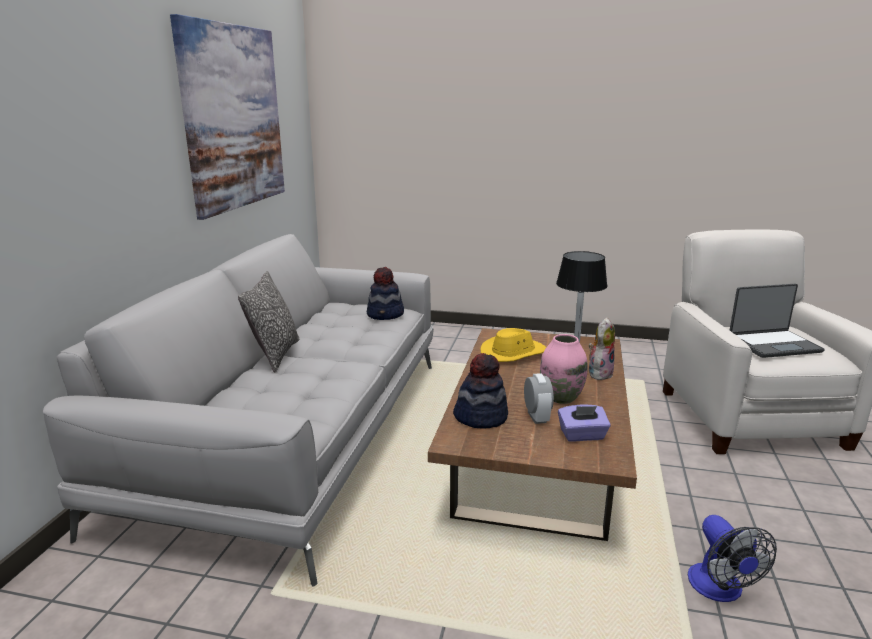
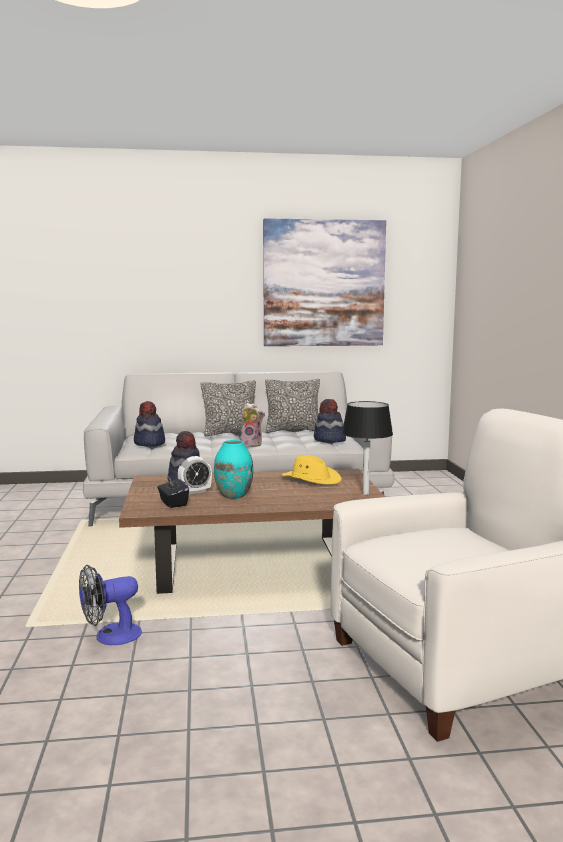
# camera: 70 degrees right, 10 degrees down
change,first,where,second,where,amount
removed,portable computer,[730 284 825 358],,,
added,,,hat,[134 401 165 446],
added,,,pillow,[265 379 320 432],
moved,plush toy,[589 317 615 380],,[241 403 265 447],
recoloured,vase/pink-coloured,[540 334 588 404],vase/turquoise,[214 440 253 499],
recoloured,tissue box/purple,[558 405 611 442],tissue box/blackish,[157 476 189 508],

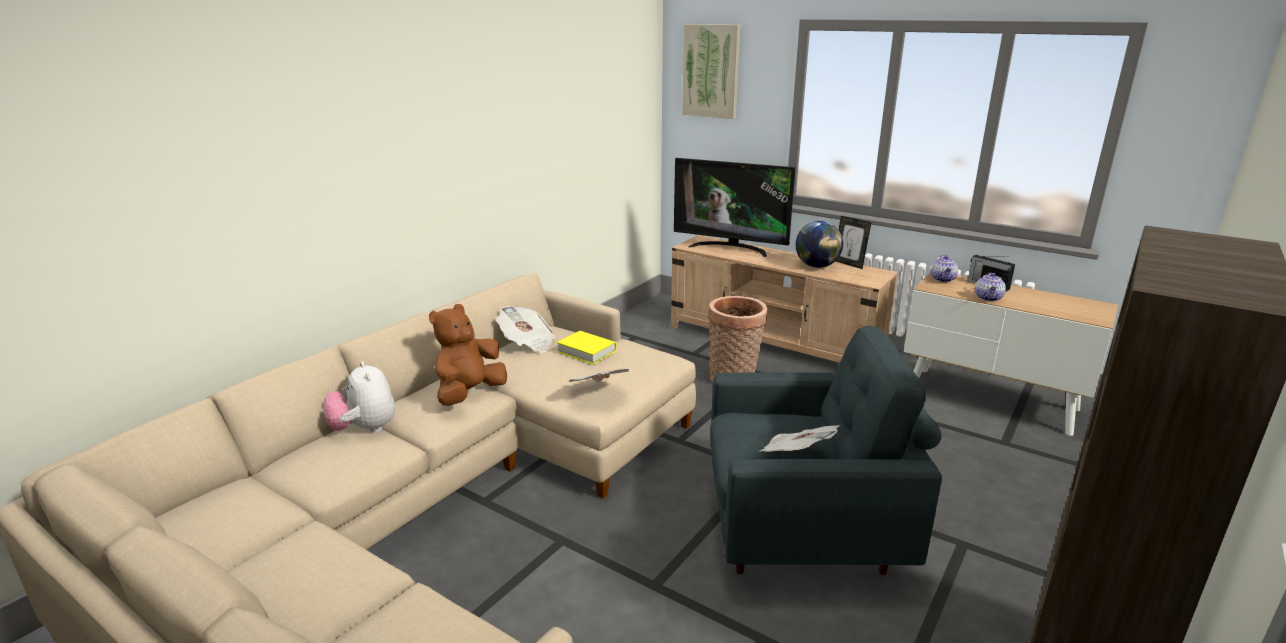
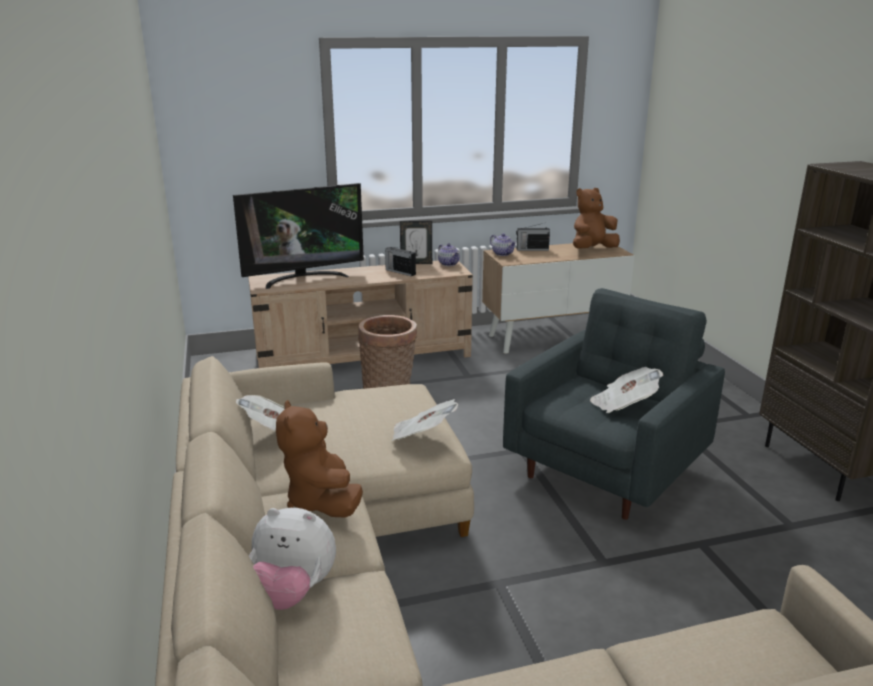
# camera: 50 degrees left, 0 degrees up
change,first,where,second,where,amount
removed,volume/yellow,[557 331 617 365],,,
removed,wall picture,[682 24 740 119],,,
added,,,plush toy/brown-coloured,[573 188 620 249],
moved,pot for tea,[975 272 1006 302],,[438 243 460 266],
replaced,world globe,[796 221 843 268],radio set,[385 246 416 276],

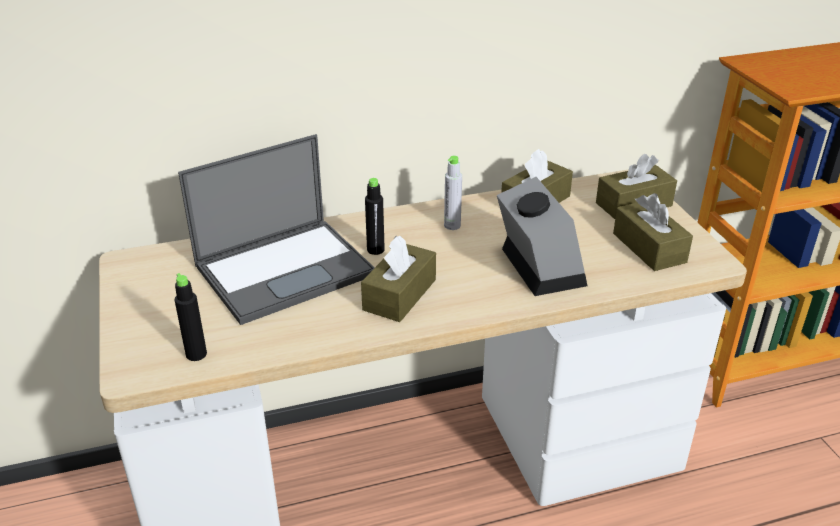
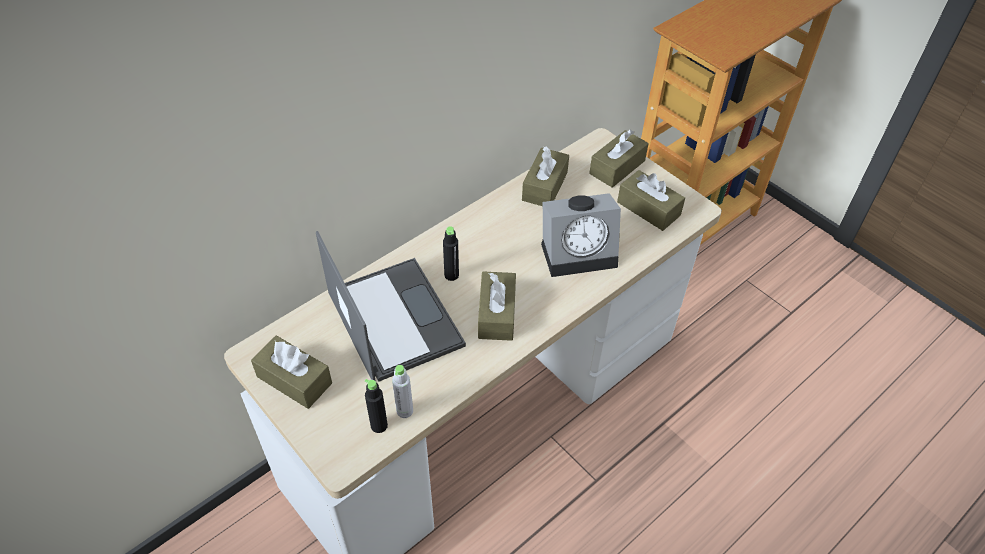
# camera: 25 degrees left, 15 degrees up
change,first,where,second,where,amount
added,,,tissue box/brown-coloured,[251 336 332 409],
moved,drink bottle/greyish,[444 156 462 230],,[392 365 413 418],
turned,portable computer,[178 134 375 325],,[316 231 466 382],60 degrees counterclockwise
turned,bedside clock,[497 177 587 296],,[541 193 621 277],120 degrees clockwise

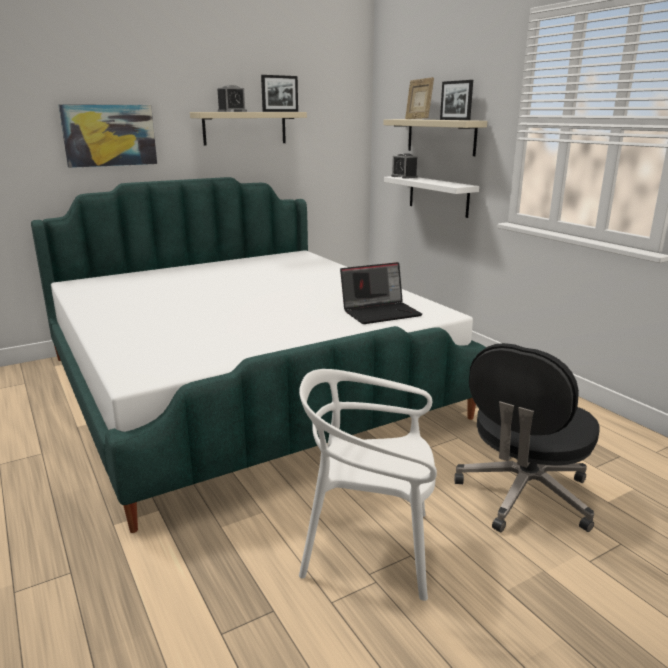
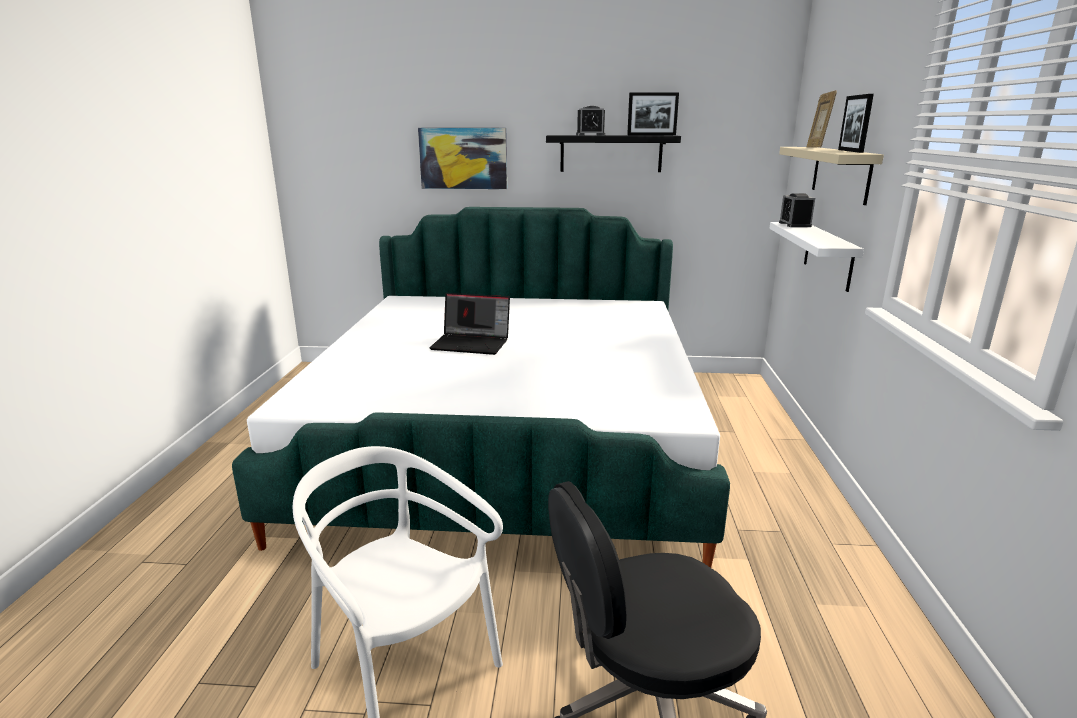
# camera: 35 degrees right, 0 degrees up
change,first,where,second,where,amount
moved,portable computer,[340 262 422 324],,[429 293 510 355],
recoloured,wall shelf/beige,[190 112 307 146],wall shelf/blackish,[546 135 681 172],

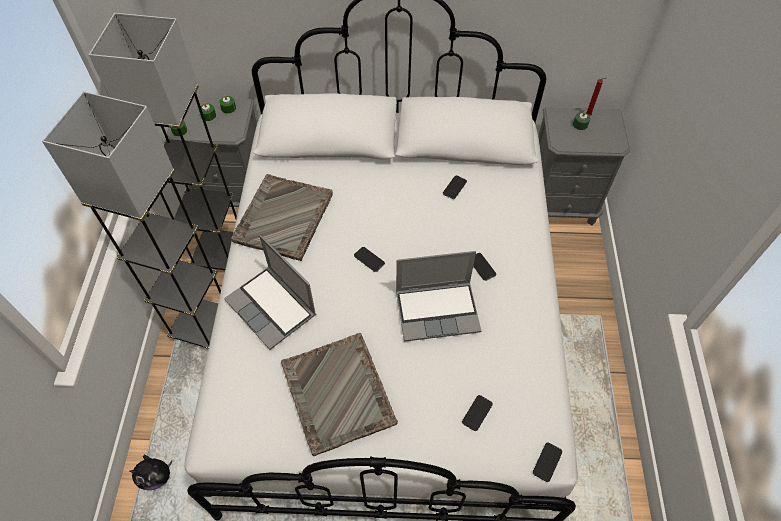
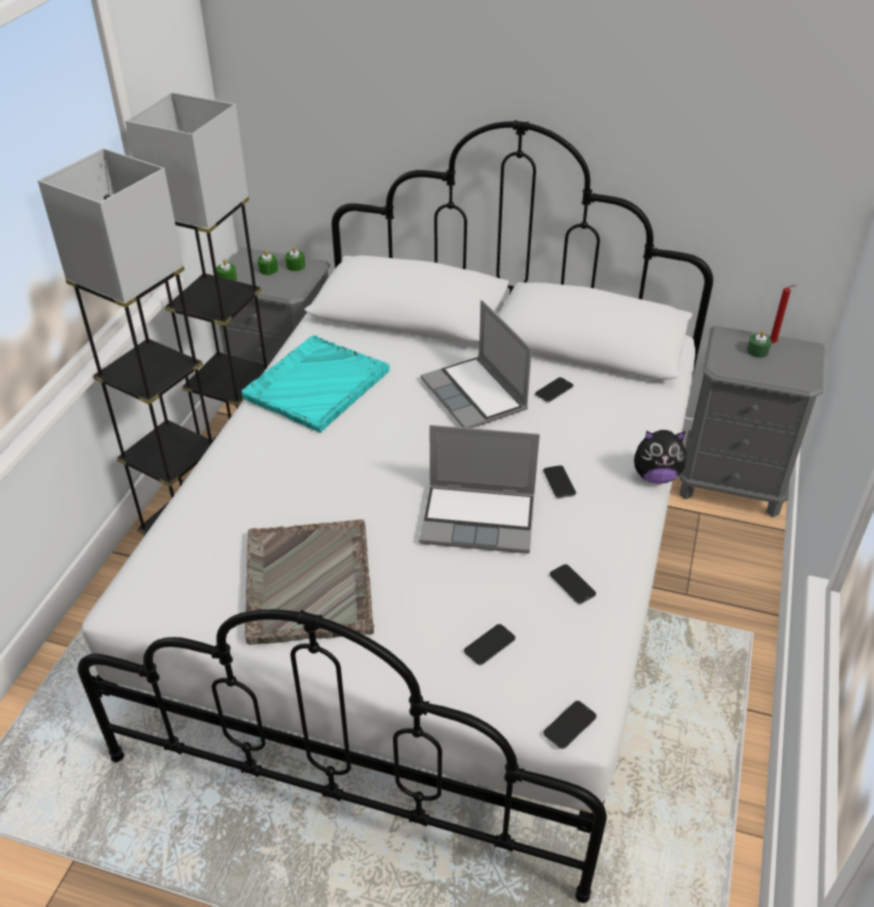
# camera: 15 degrees right, 15 degrees down
change,first,where,second,where,amount
moved,plush toy,[129 455 173 490],,[634 430 687 484],
moved,portable computer,[224 235 316 350],,[421 300 532 428],
moved,handset,[354 247 385 272],,[549 564 596 604],
recoloured,serving tray/greyish,[231 174 333 261],serving tray/turquoise,[241 335 389 433],

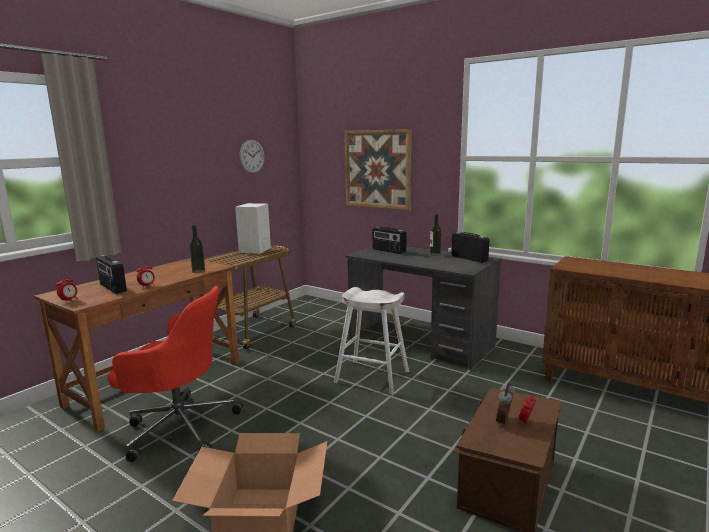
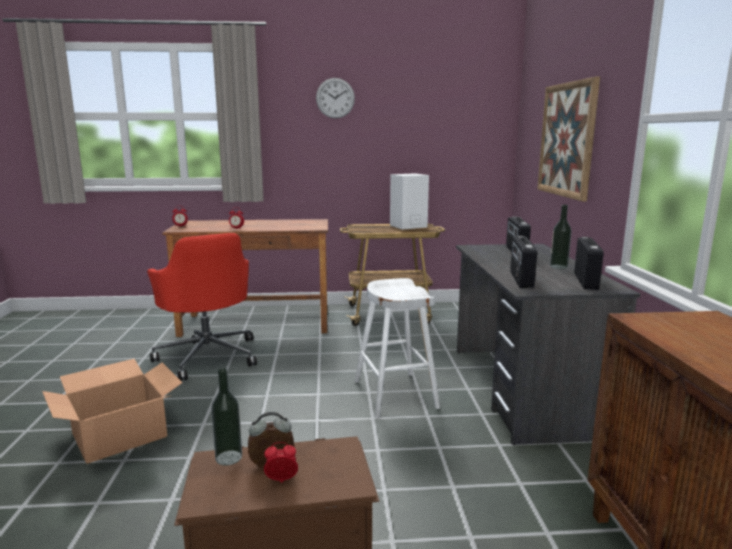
# camera: 50 degrees right, 0 degrees up
change,first,where,second,where,amount
moved,radio set,[96 255 127 294],,[510 236 537 288],
moved,drink bottle,[189 225 205 273],,[211 368 242 466],
moved,hanging clock,[240 140 265 173],,[316 78 355 119],

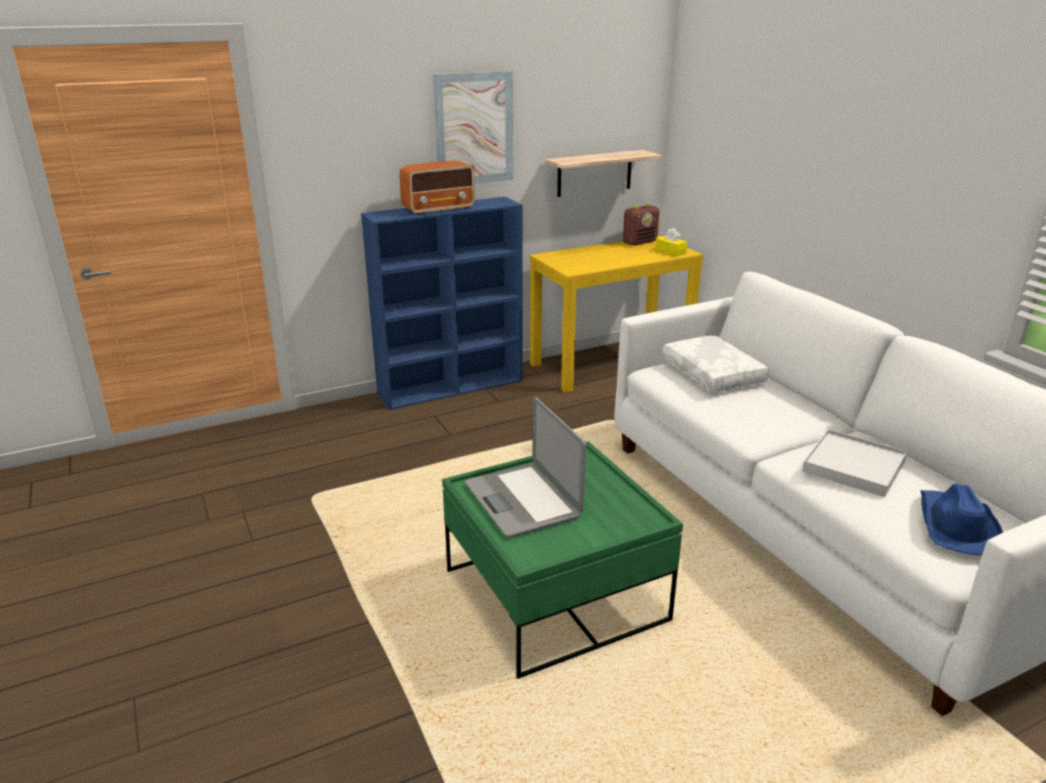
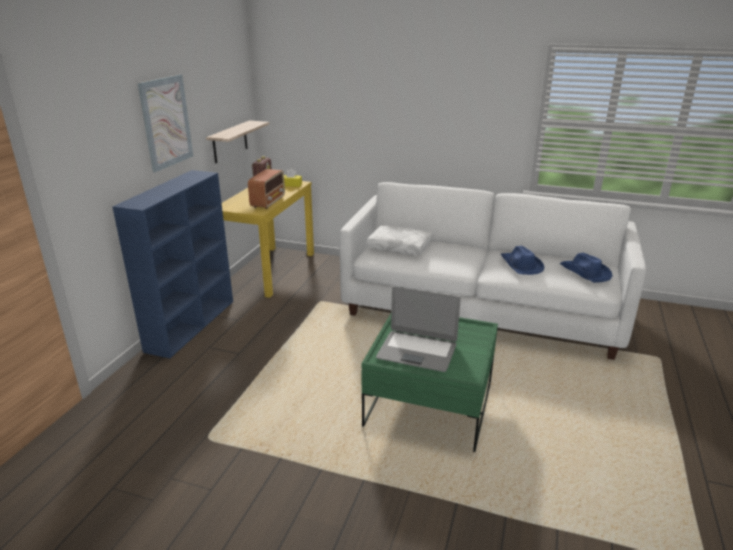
# camera: 45 degrees left, 0 degrees up
change,first,where,second,where,amount
moved,radio set,[399 161 475 215],,[248 169 285 209],
replaced,serving tray/white-coloured,[802 429 907 497],hat/blue,[501 246 545 275],

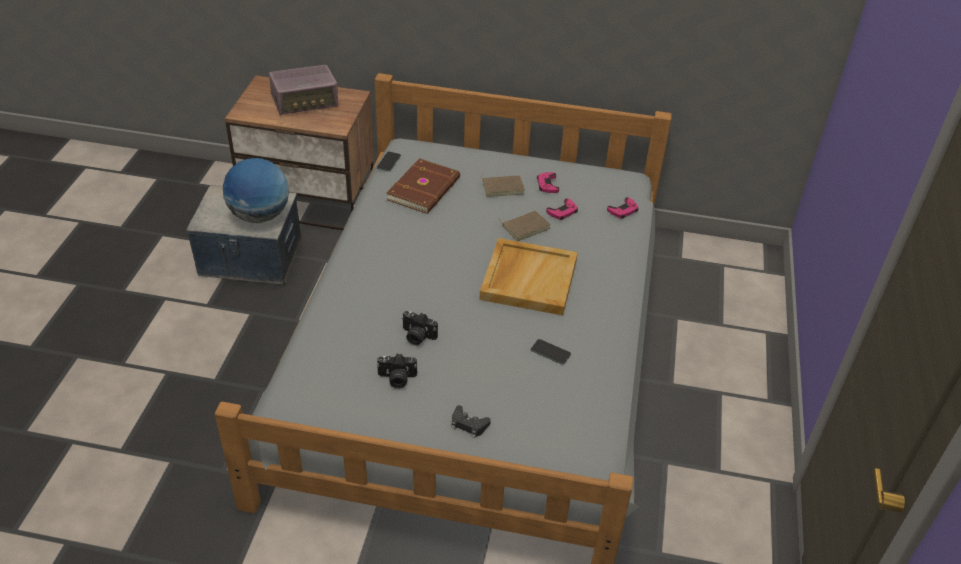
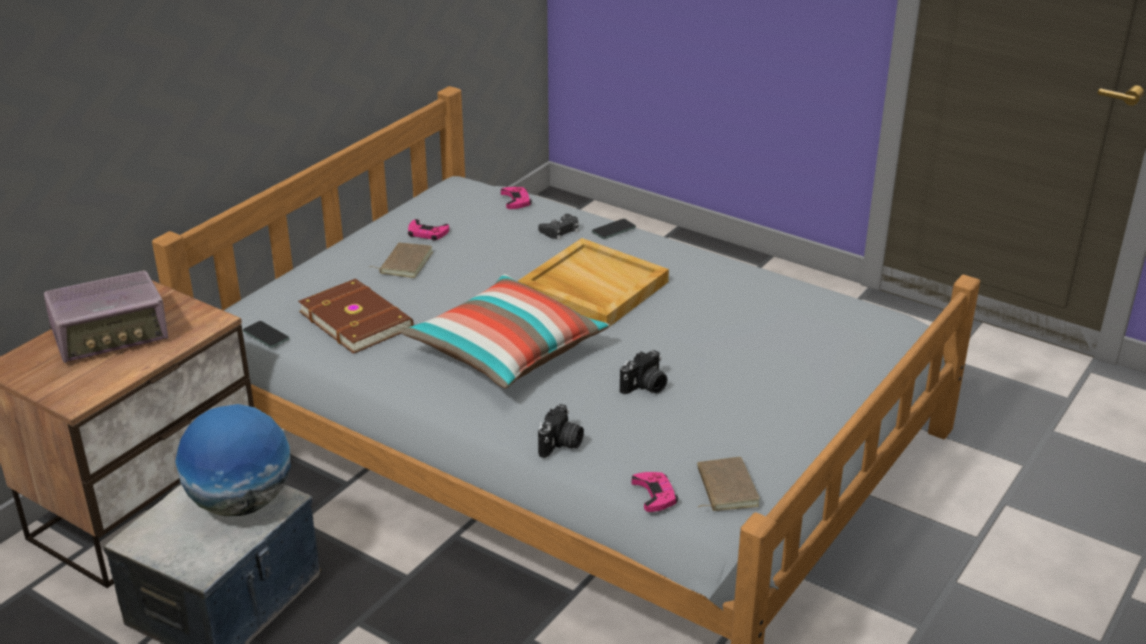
# camera: 65 degrees left, 10 degrees down
change,first,where,second,where,amount
added,,,pillow,[401 274 610 388],
moved,photo camera,[377 354 417 389],,[538 404 584 458],
moved,joypad/blackish,[452 405 491 438],,[538 214 579 240],
moved,volume/brown-coloured,[498 211 551 241],,[697 457 760 511],
moved,handset,[531 339 571 365],,[592 219 636 239],
moved,joypad/pink-coloured,[546 198 578 220],,[632 472 678 512],
turned,radio set,[269 65 338 115],,[44 271 168 363],60 degrees clockwise

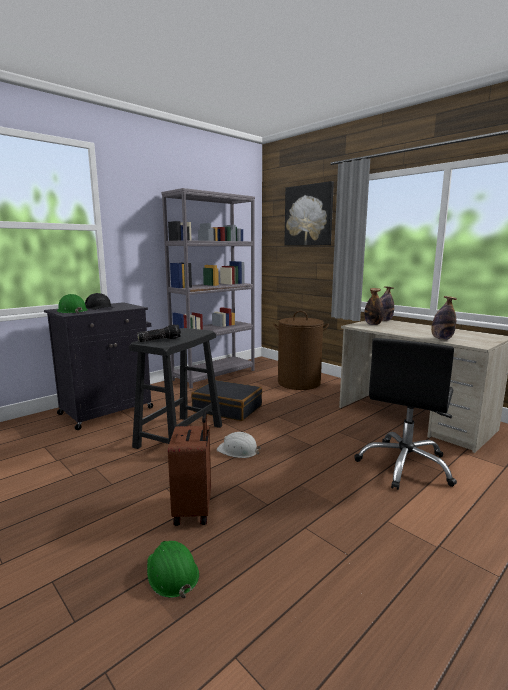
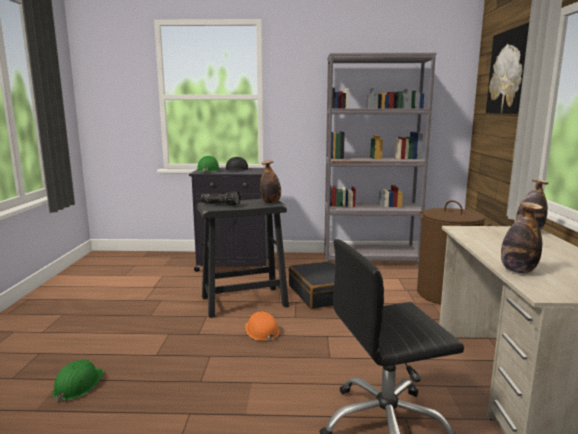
# camera: 45 degrees right, 0 degrees up
change,first,where,second,where,amount
removed,suitcase/brown-coloured,[168 410 211 526],,,
moved,drink bottle,[364 288 384 325],,[260 161 281 203],
recoloured,safety helmet/white-coloured,[217 432 261 458],safety helmet/orange-coloured,[245 311 280 342],

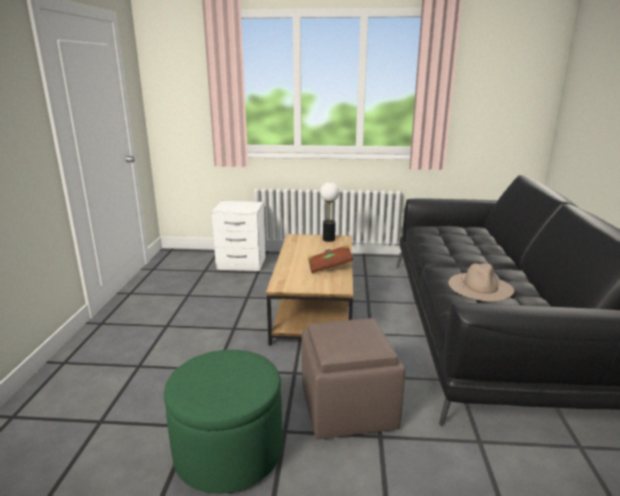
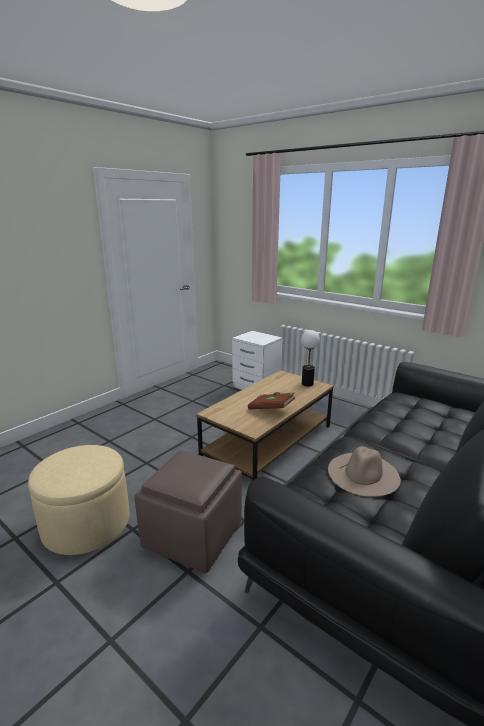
# camera: 35 degrees right, 0 degrees up
change,first,where,second,where,amount
recoloured,pouffe/green-coloured,[164 350 282 494],pouffe/beige,[28 445 130 555],

